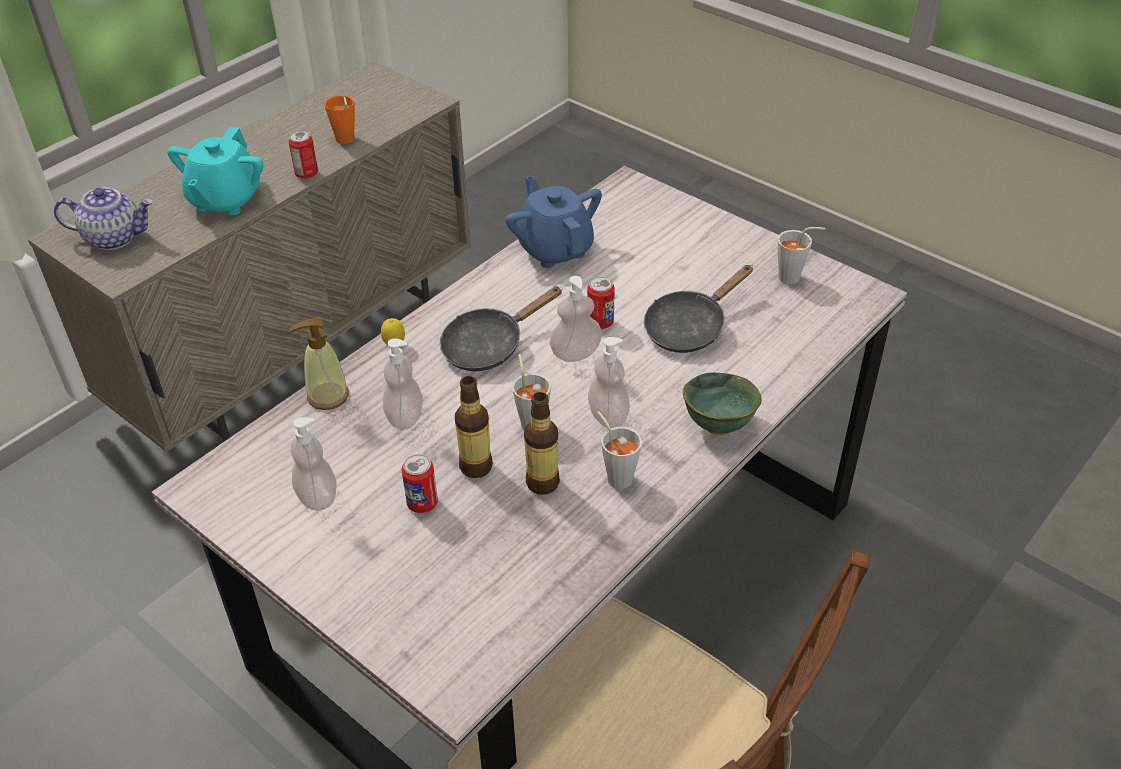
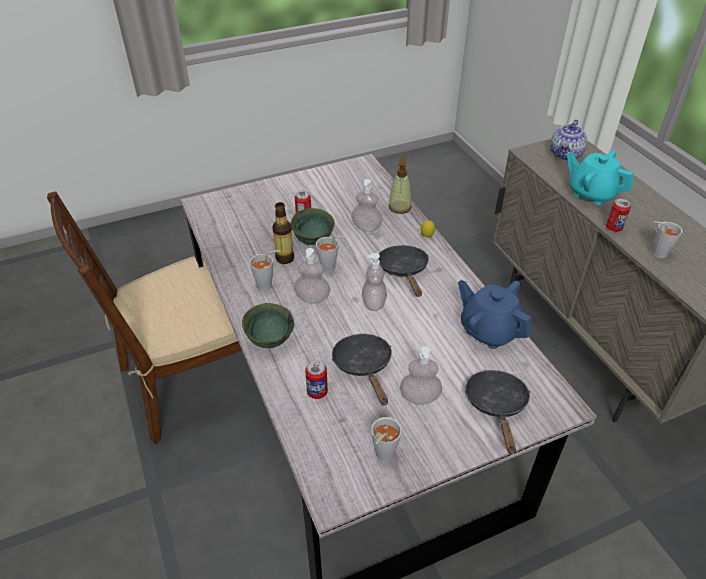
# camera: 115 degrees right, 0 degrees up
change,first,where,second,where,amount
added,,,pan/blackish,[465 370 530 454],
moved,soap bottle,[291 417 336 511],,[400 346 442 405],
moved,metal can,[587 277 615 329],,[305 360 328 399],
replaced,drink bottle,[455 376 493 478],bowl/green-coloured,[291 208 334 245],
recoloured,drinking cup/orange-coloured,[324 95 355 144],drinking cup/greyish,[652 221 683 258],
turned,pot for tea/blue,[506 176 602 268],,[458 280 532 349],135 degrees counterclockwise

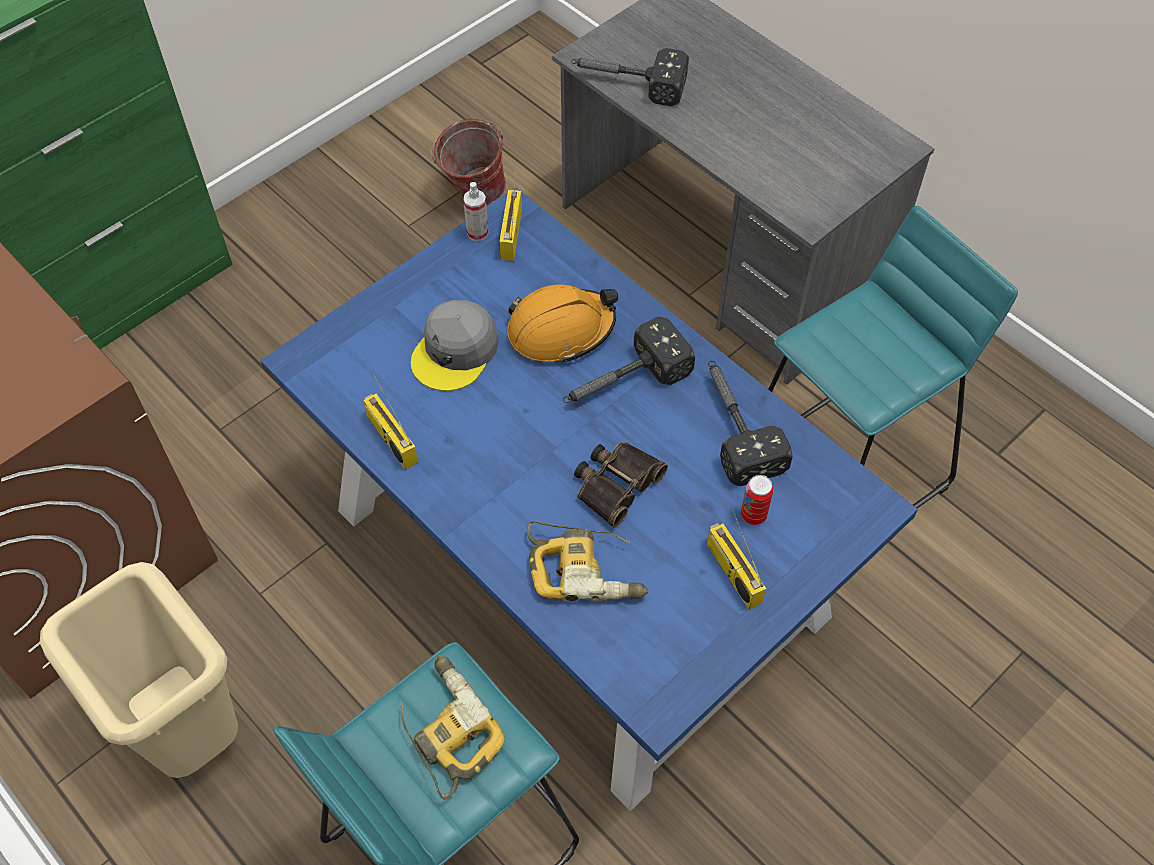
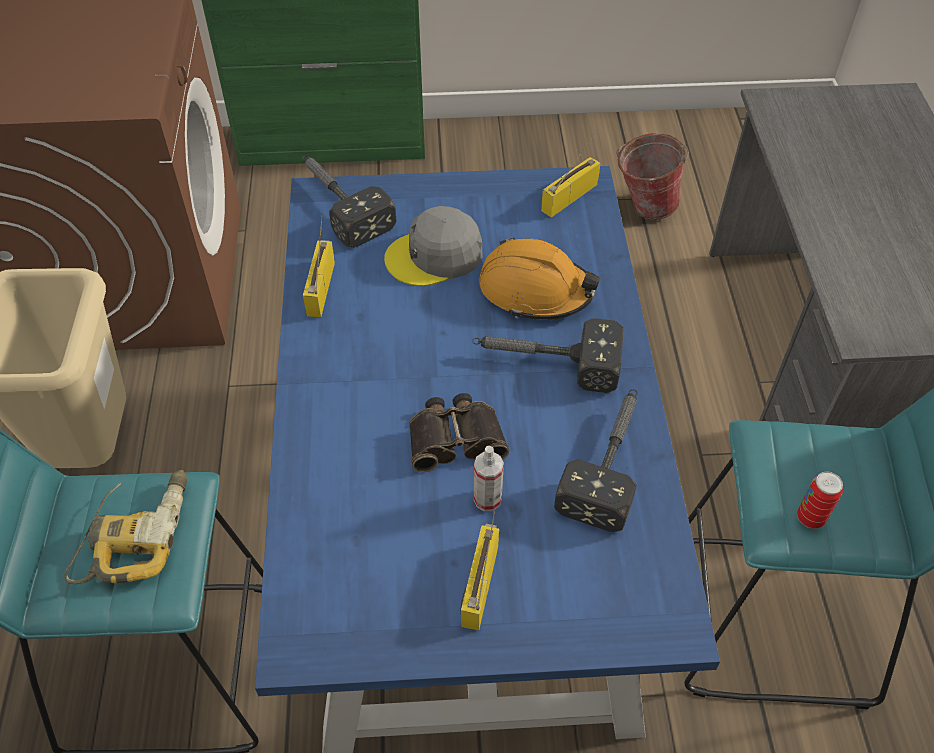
# camera: 40 degrees right, 5 degrees down
change,first,where,second,where,amount
removed,electric drill,[527 521 649 601],,,
moved,sprayer,[463 182 489 241],,[474 446 504 511],
moved,tool hammer,[571 48 689 106],,[302 156 396 248],
moved,metal can,[741 475 773 525],,[797 472 843 529],

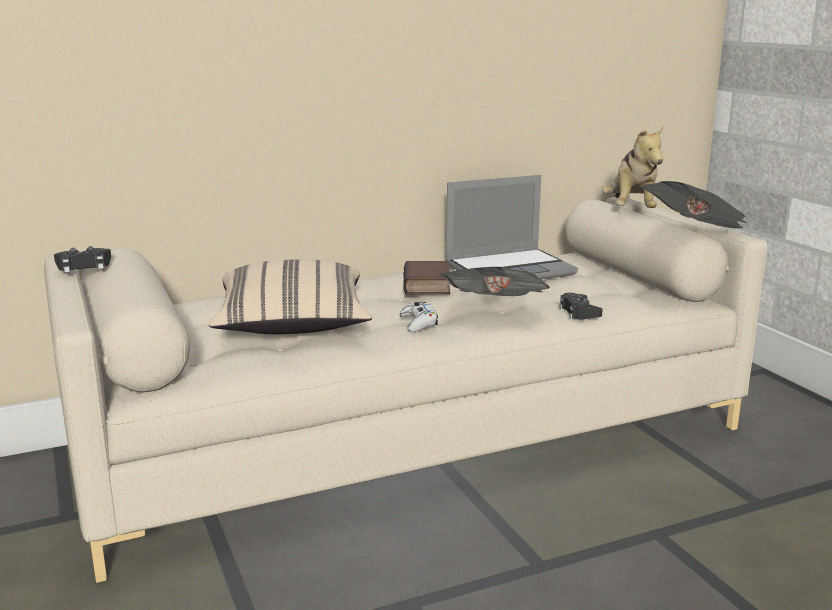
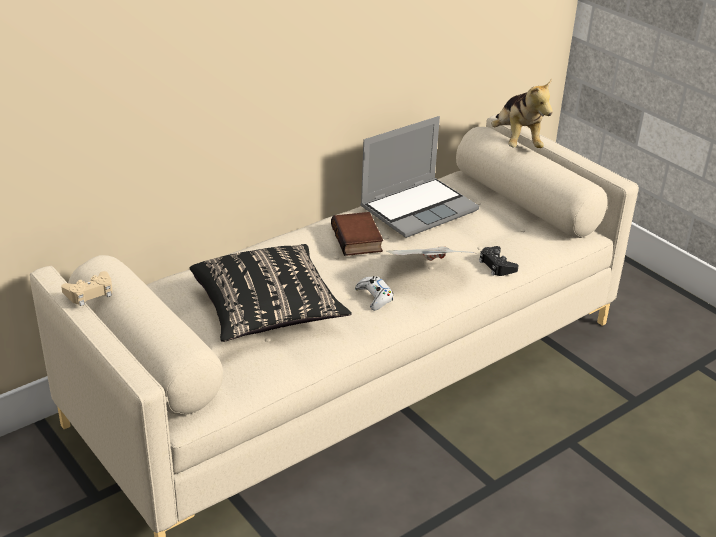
# camera: 15 degrees left, 15 degrees up
change,first,where,second,where,amount
removed,daily paper,[642 181 747 228],,,
recoloured,joypad/blackish,[54 246 111 273],joypad/beige,[61 271 113 306],
recoloured,pillow/beige,[209 259 372 334],pillow/blackish,[189 244 351 342],

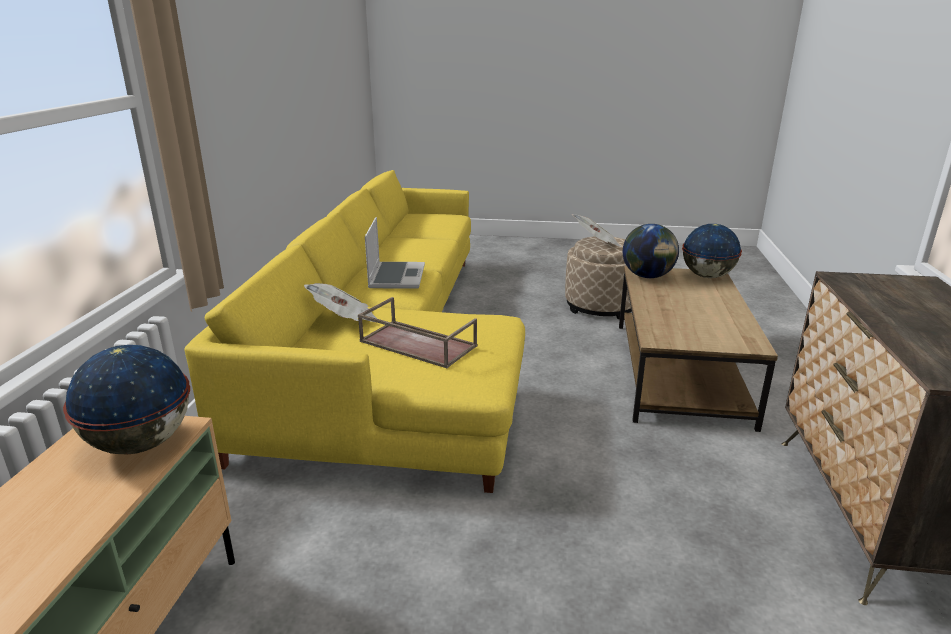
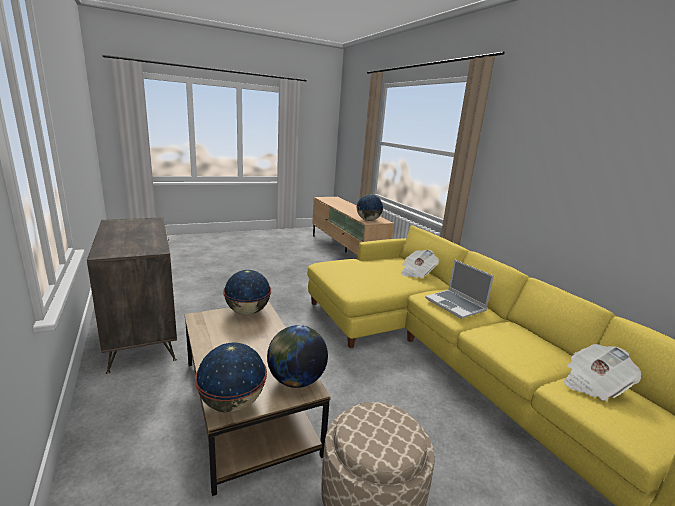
# camera: 145 degrees right, 5 degrees down
change,first,where,second,where,amount
removed,serving tray/brown-coloured,[358 297 477 368],,,
added,,,world globe,[223 270 271 315],
moved,daily paper,[572 214 622 247],,[564 344 641 401],

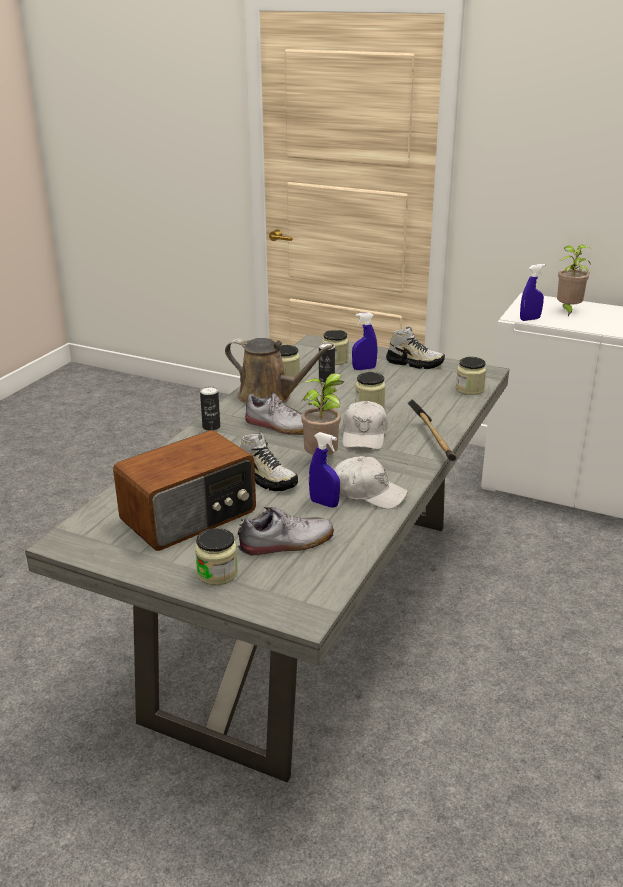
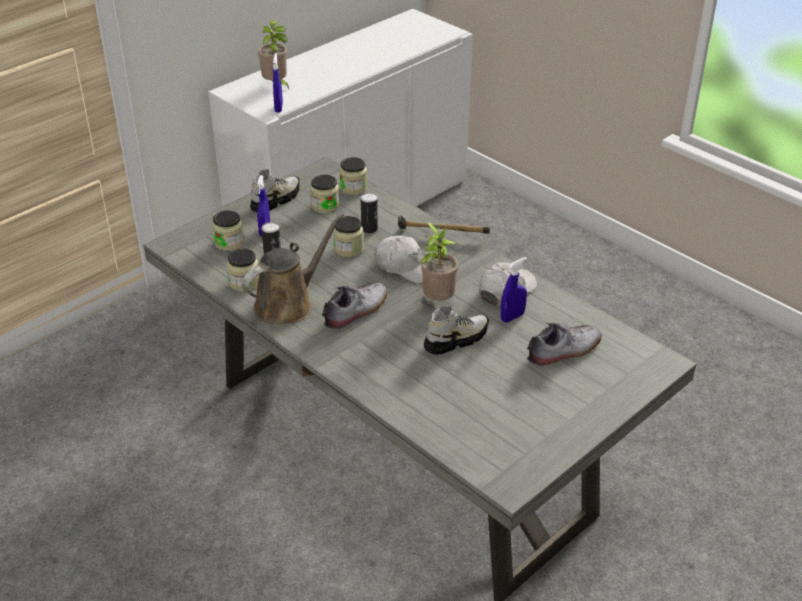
# camera: 70 degrees left, 10 degrees up
change,first,where,second,where,amount
removed,radio set,[113 430 256 551],,,
moved,preserve jar,[195 528 238 585],,[310 175 339 214],
moved,metal can,[200 386 220 431],,[361 193 378 233],
turned,shoe,[238 507 334 556],,[527 323 602 366],60 degrees clockwise

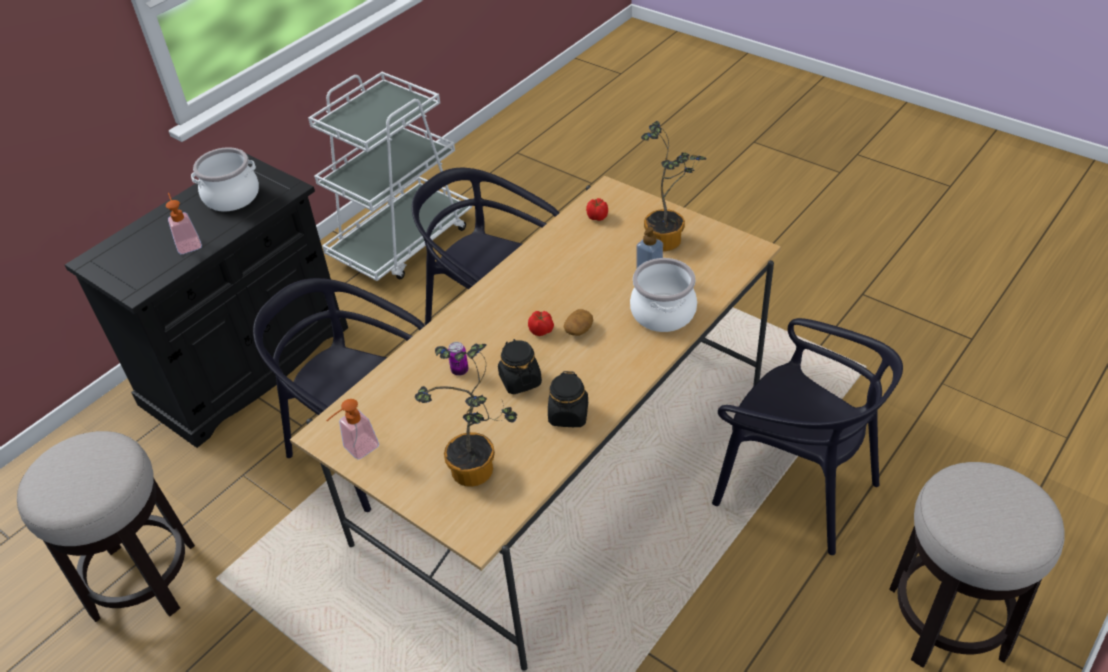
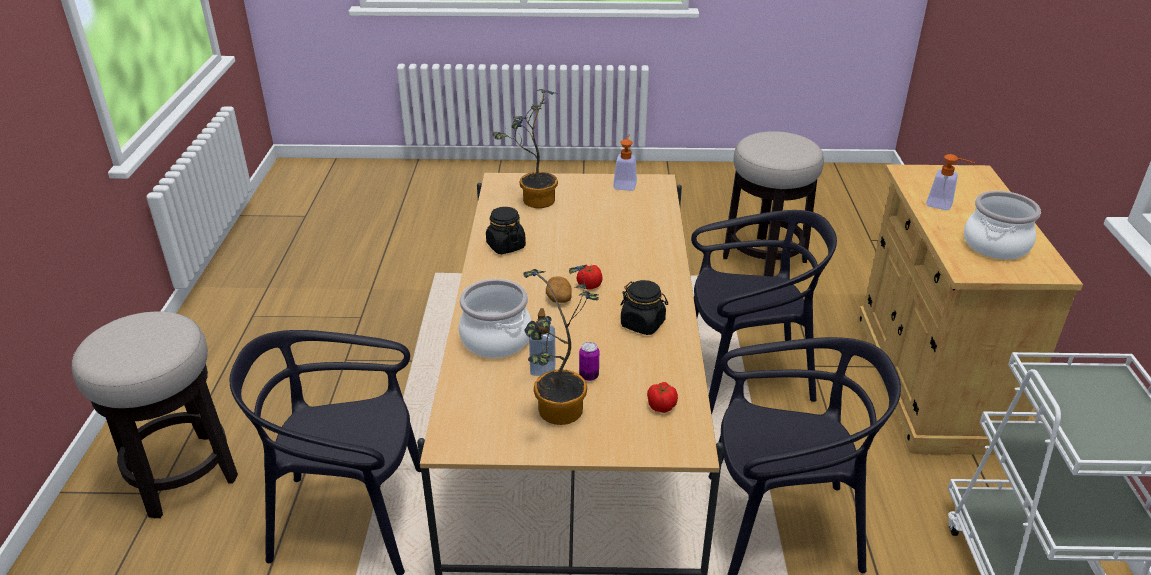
# camera: 140 degrees right, 10 degrees down
change,first,where,second,where,amount
moved,metal can,[448 342 469 376],,[579 342 599 381],
moved,preserve jar/blackish,[498 339 542 394],,[621 280 668 335],
recoloured,cupboard/blackish,[65 154 348 448],cupboard/beige,[857 164 1083 455],

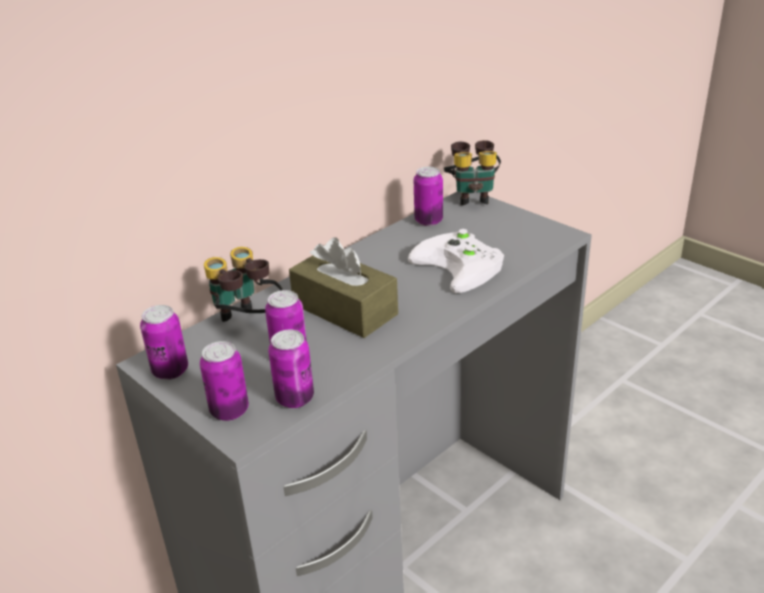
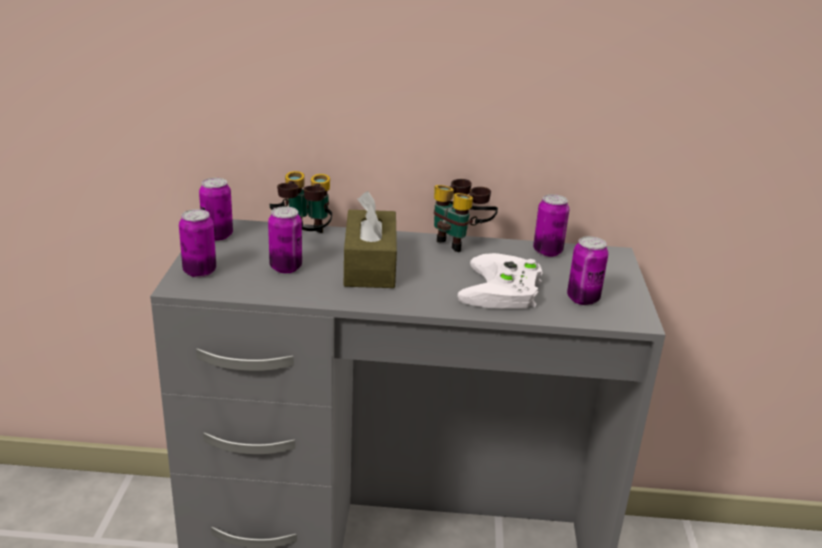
# camera: 45 degrees right, 5 degrees down
change,first,where,second,where,amount
moved,metal can,[268 330 314 408],,[567 236 608 305],
moved,pair of binoculars,[444 140 501 205],,[434 179 498 252],

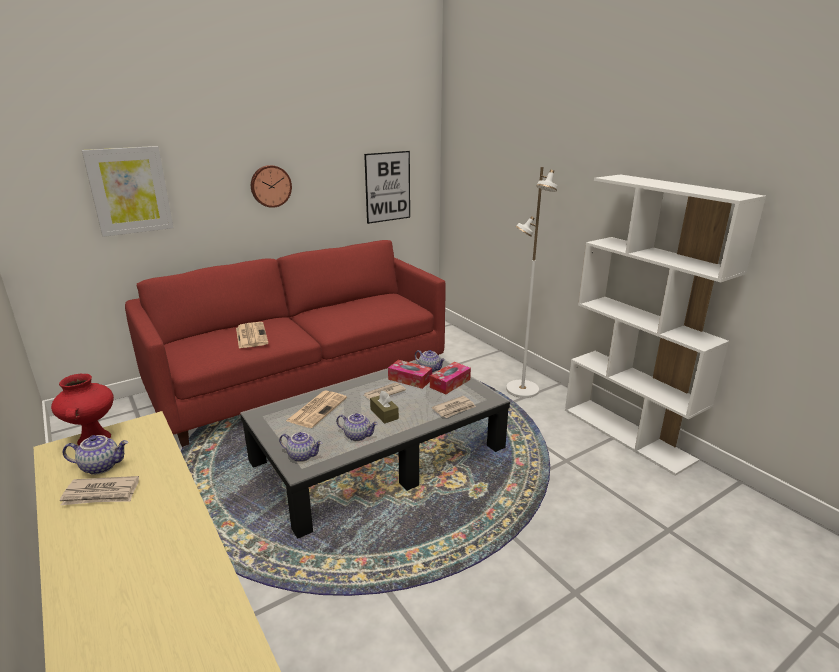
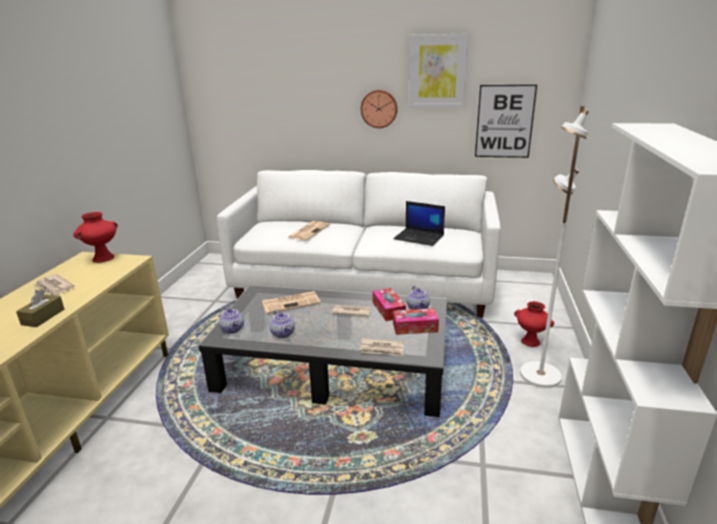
# camera: 45 degrees right, 0 degrees up
change,first,where,second,where,amount
removed,pot for tea,[63 435 128 475],,,
added,,,portable computer,[393 201 445 246],
added,,,vase/red-coloured,[514 301 554 347],
moved,wall picture,[82 146 174 237],,[409 33 469 108],
moved,tissue box/brown-coloured,[370 391 399 424],,[16 289 64 327],
recoloured,couch/red-coloured,[125 240 445 448],couch/white-coloured,[217 170 501 318],

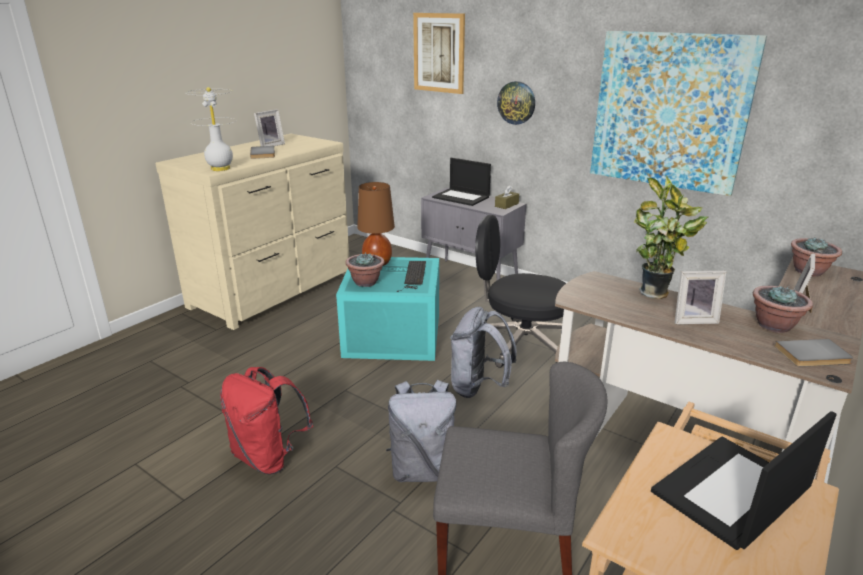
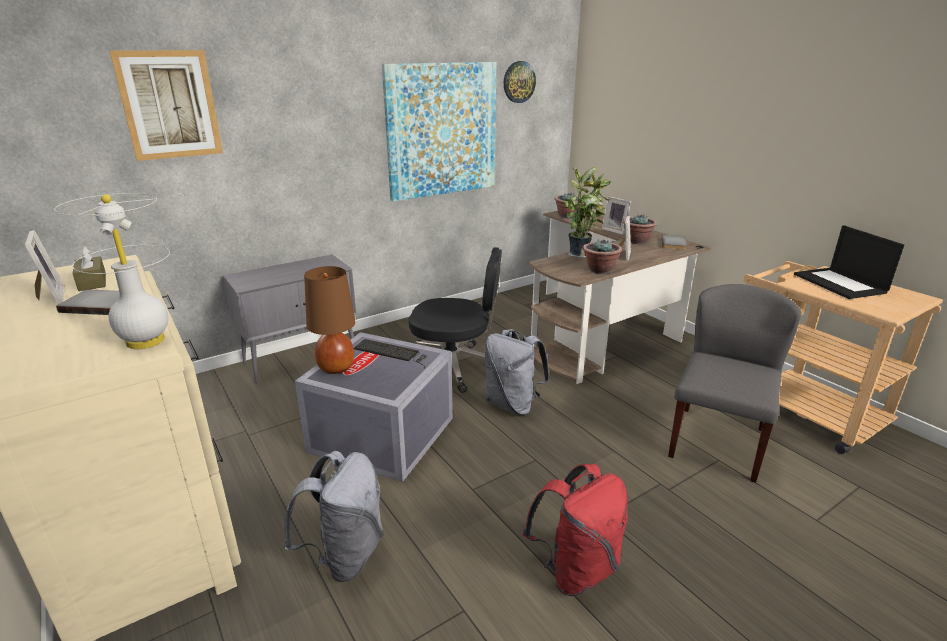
# camera: 70 degrees left, 0 degrees up
change,first,where,second,where,amount
removed,portable computer,[432 158 491 206],,,
moved,houseplant,[345 252 385 287],,[582 239 622 274],
moved,backpack/greyish,[386 380 456 482],,[284 451 384 582],
moved,tissue box/brown-coloured,[495 185 519 209],,[73 246 106 291],
moved,hanging clock,[497 81 535 125],,[504 61 536 103],
recoloured,storage box/turquoise,[336 257 439 361],storage box/greyish,[295 332 453 482],
turned,computer chair/blackish,[475 215 566 368],,[408 247 502 393],120 degrees counterclockwise

